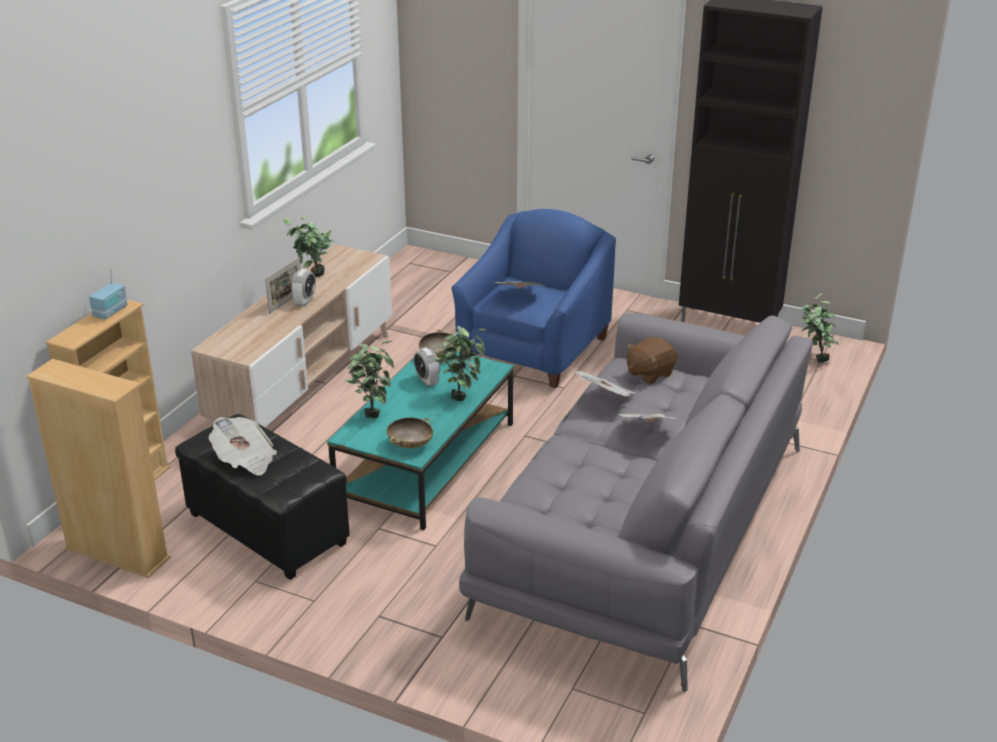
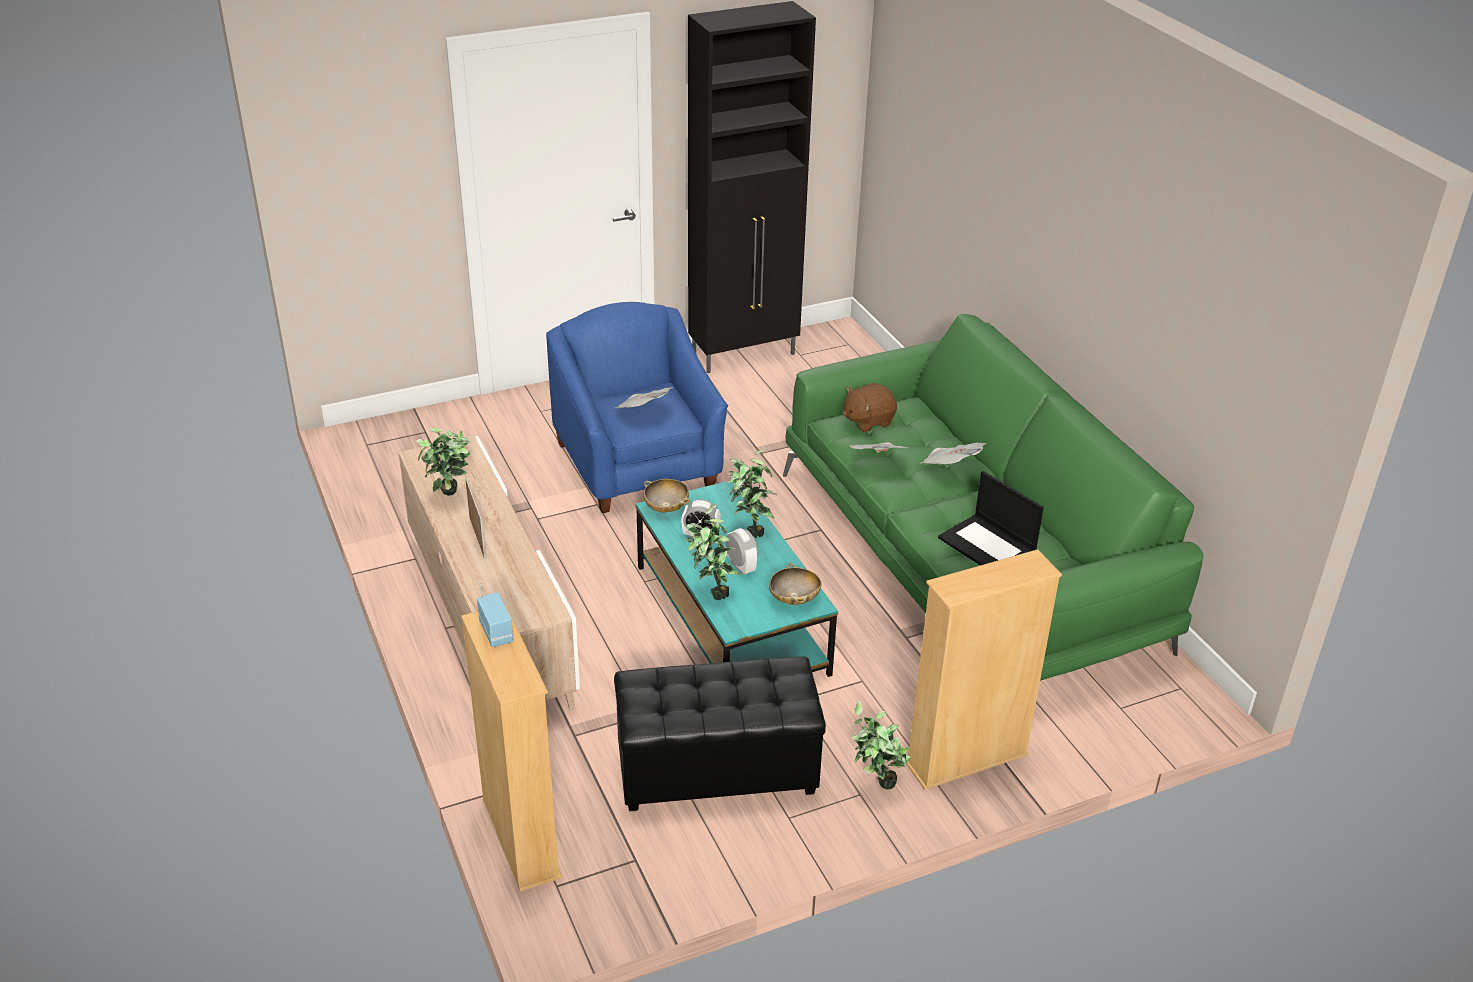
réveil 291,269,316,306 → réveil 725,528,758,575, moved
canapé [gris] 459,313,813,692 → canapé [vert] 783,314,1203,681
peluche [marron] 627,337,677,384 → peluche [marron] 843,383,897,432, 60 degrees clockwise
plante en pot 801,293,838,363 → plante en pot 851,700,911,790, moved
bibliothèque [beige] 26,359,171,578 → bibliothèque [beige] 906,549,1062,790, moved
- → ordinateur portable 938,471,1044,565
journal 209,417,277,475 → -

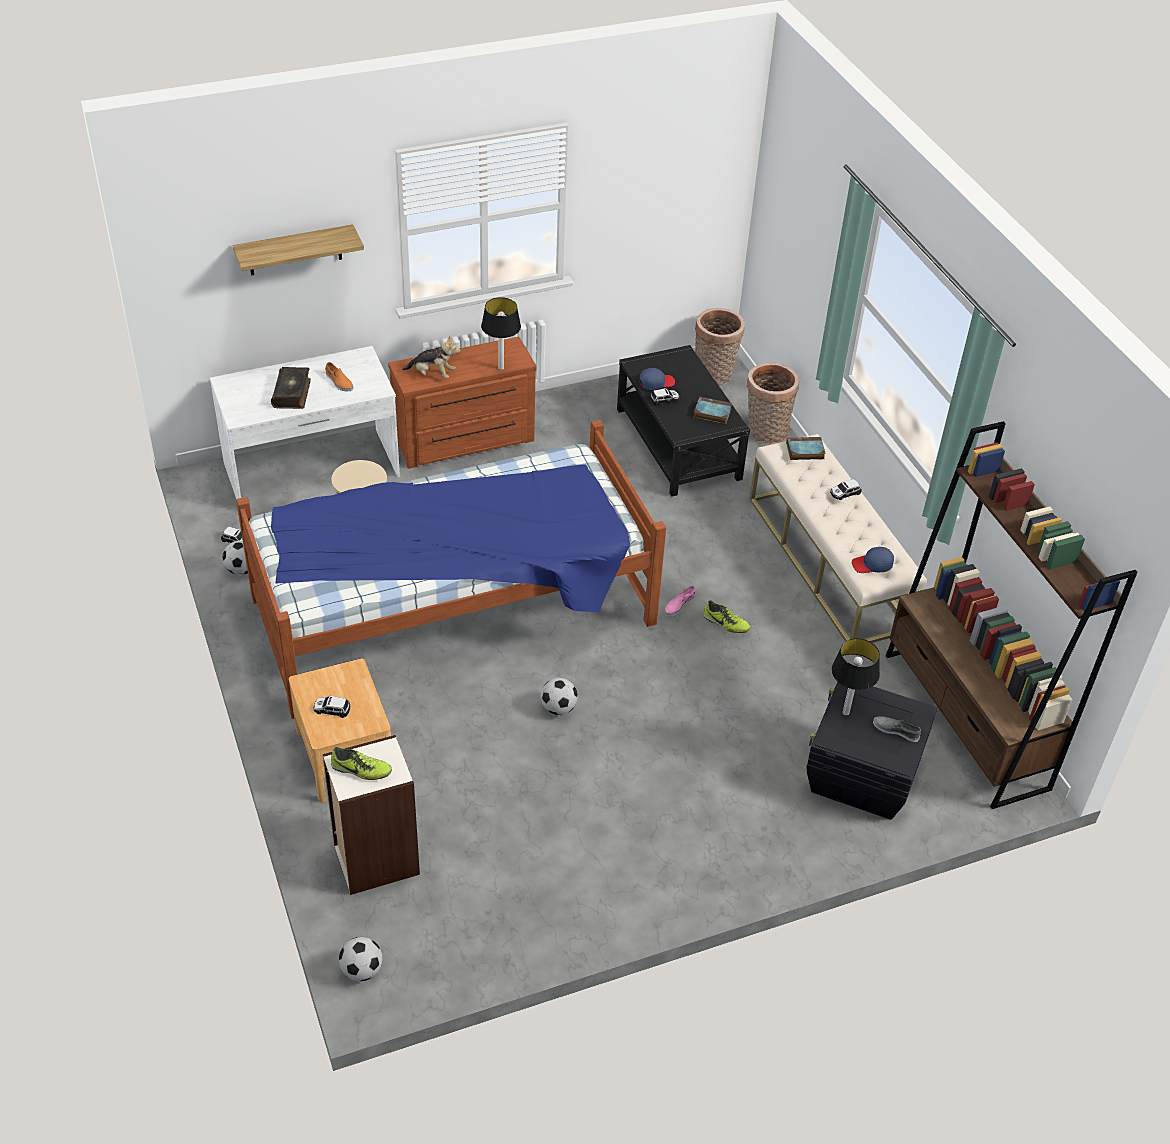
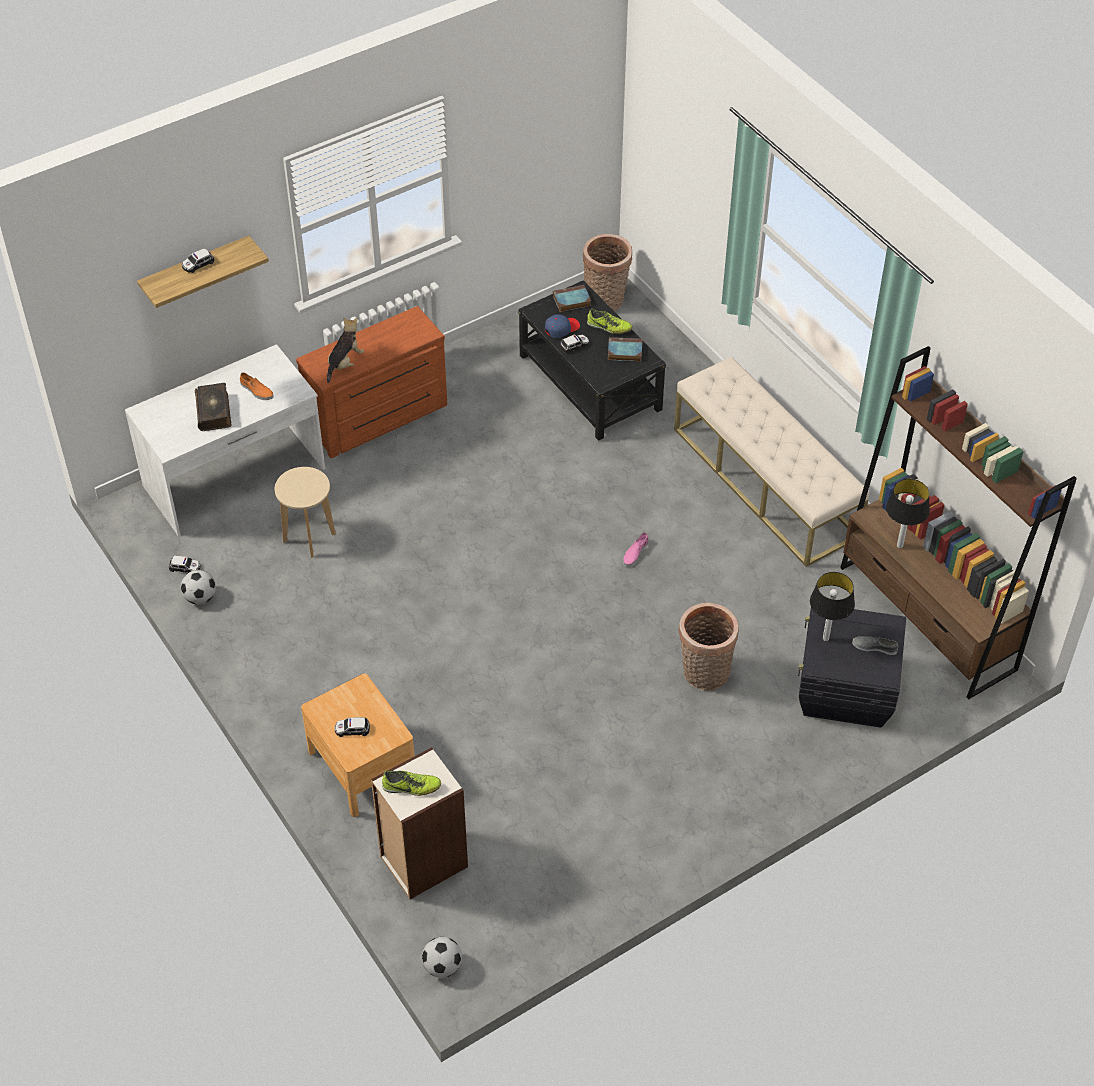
petite voiture 830,479,862,500 → petite voiture 182,248,214,273, moved
peluche 403,335,460,378 → peluche 327,318,364,383, 60 degrees counterclockwise
livre 786,437,826,460 → livre 553,285,591,312, moved
chaussure 703,600,750,633 → chaussure 587,308,632,334, moved
panier 747,362,799,444 → panier 679,603,739,691, moved
lampe de table 481,297,521,370 → lampe de table 886,479,930,549, moved
lit 236,420,666,719 → -
ballon de foot 541,678,578,715 → -
casquette [bleu] 852,547,894,573 → -

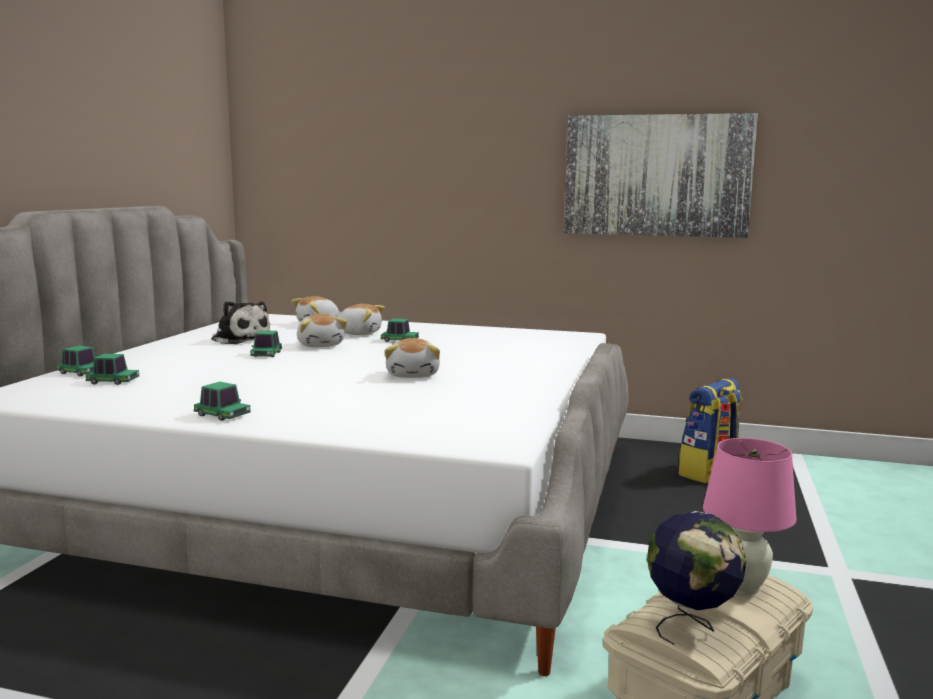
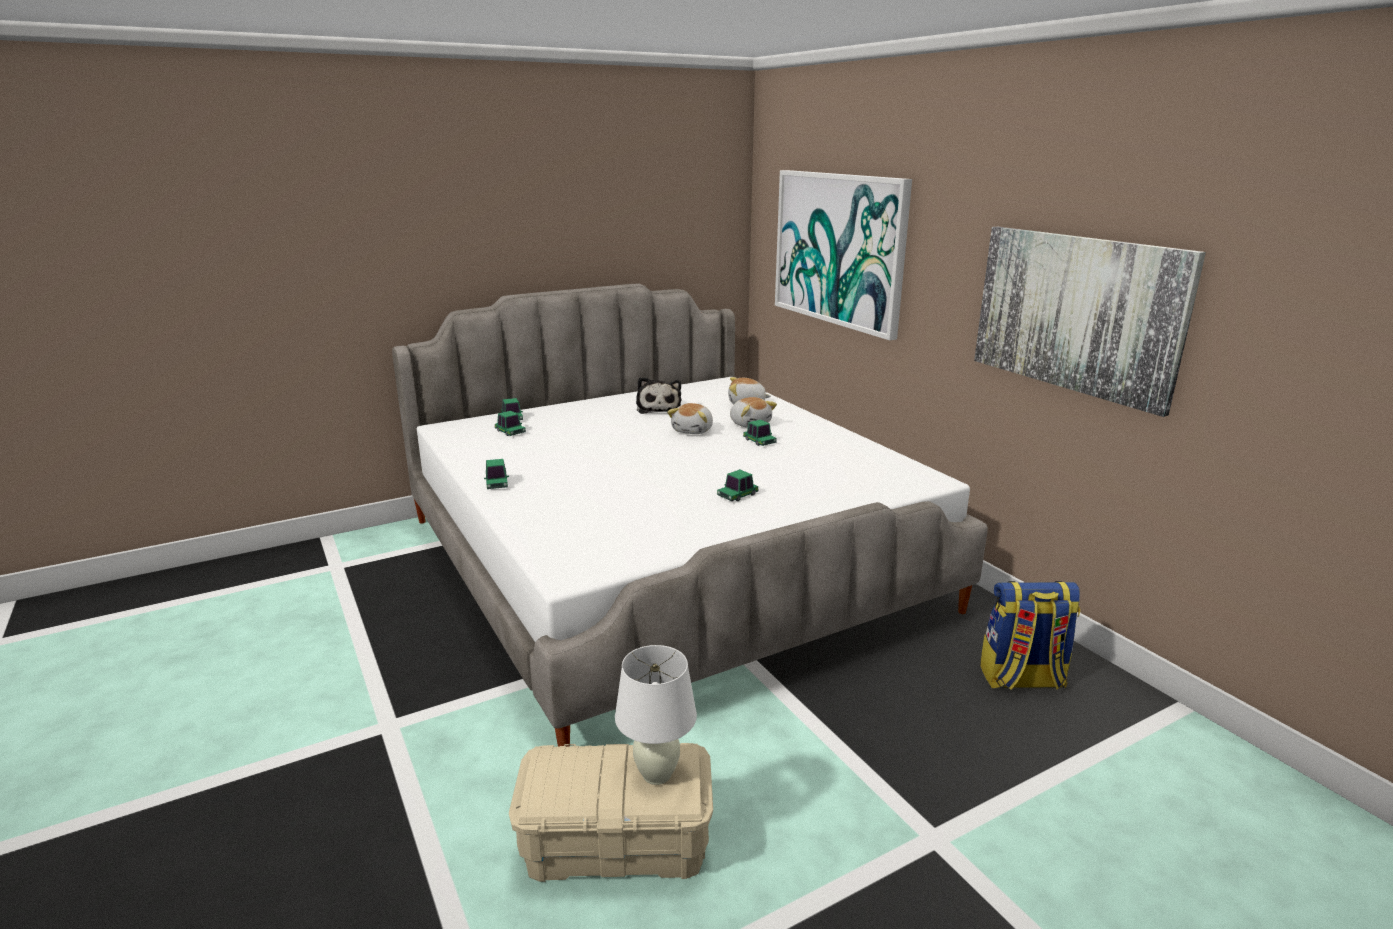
lampe de table [rose] 703,438,797,595 → lampe de table [blanc] 615,645,697,785
petite voiture 250,330,282,357 → petite voiture 717,469,759,501, moved
- → tableau 775,170,912,340
peluche 385,338,440,378 → -
globe 647,511,746,645 → -

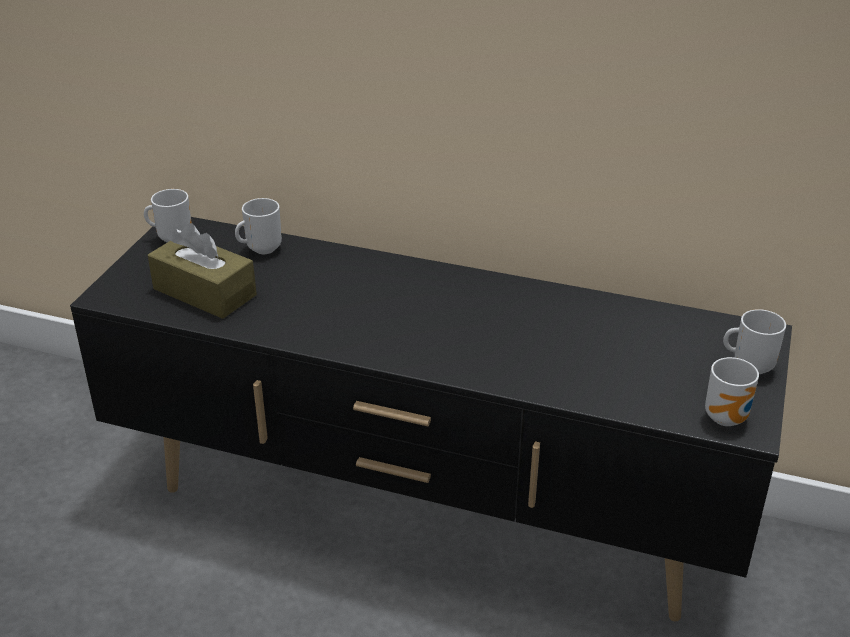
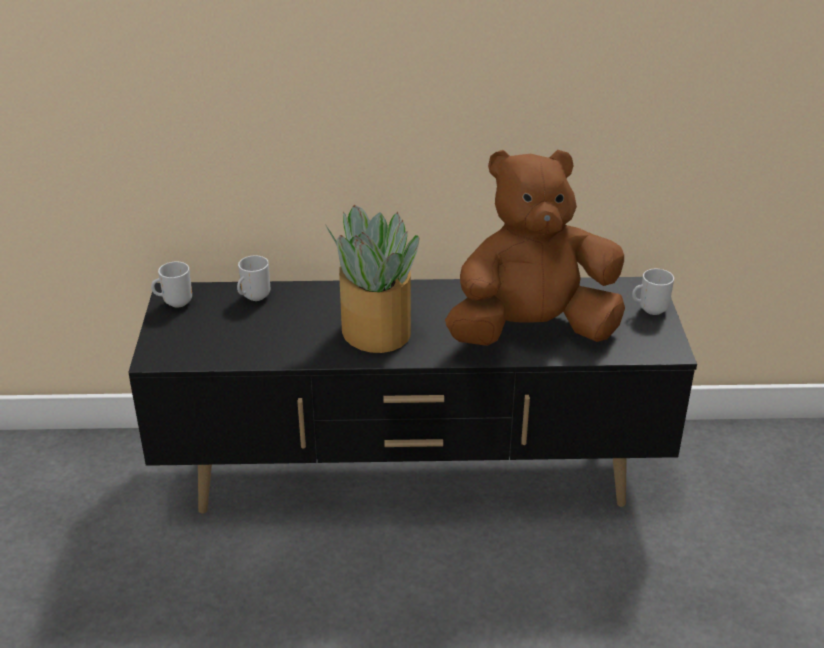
- → plante en pot 326,205,420,353
- → peluche [marron] 445,150,625,346
boîte à mouchoirs [marron] 148,223,257,319 → -
mug 705,357,759,426 → -

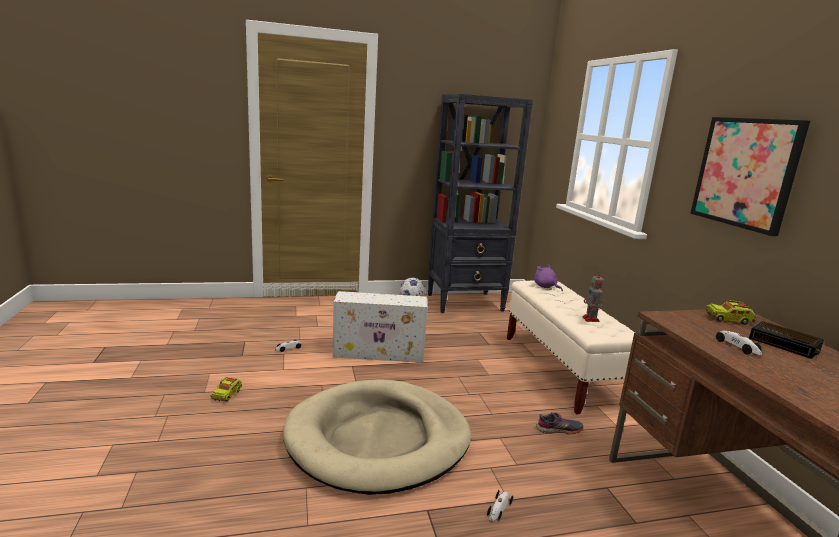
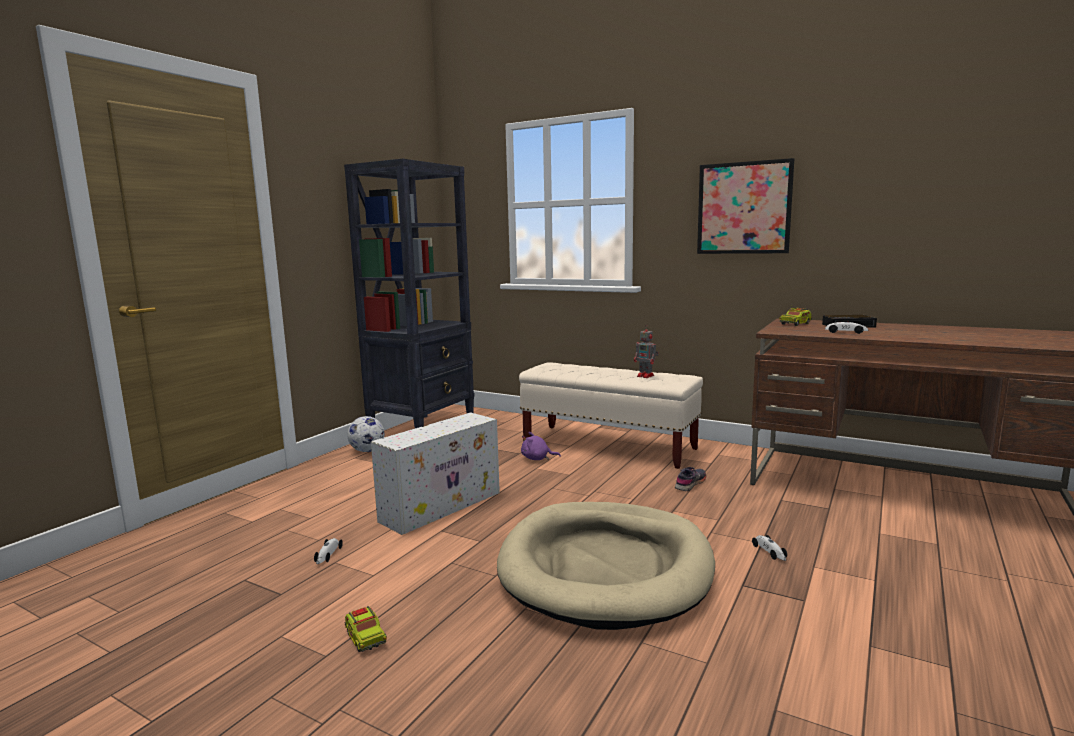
peluche [violet] 534,264,563,291 → peluche [violet] 521,432,561,460, moved

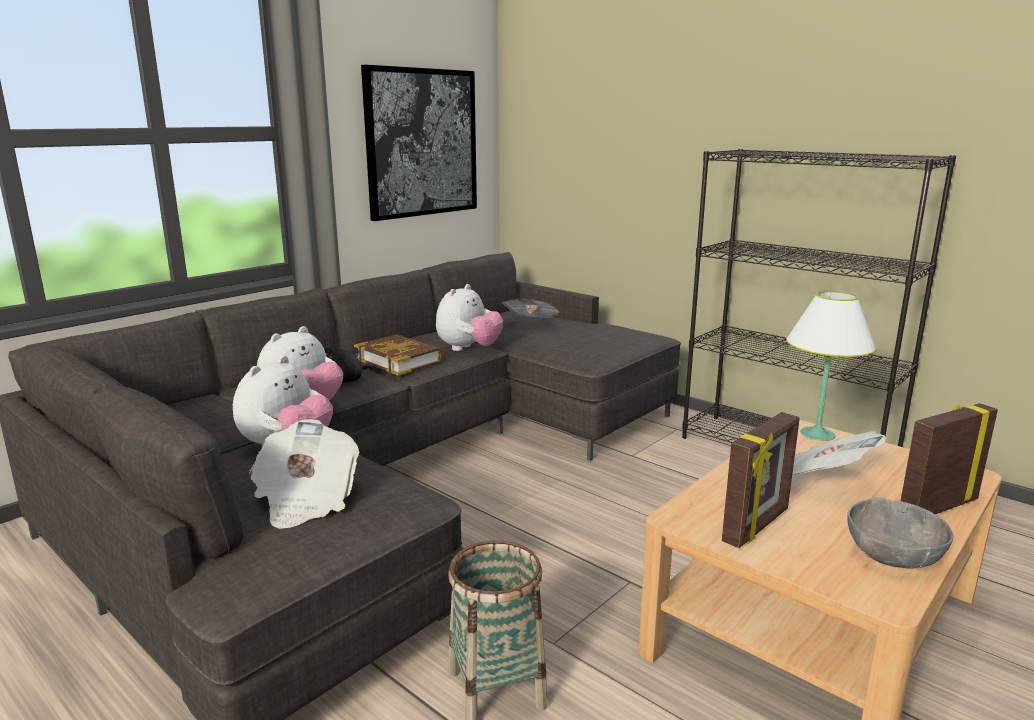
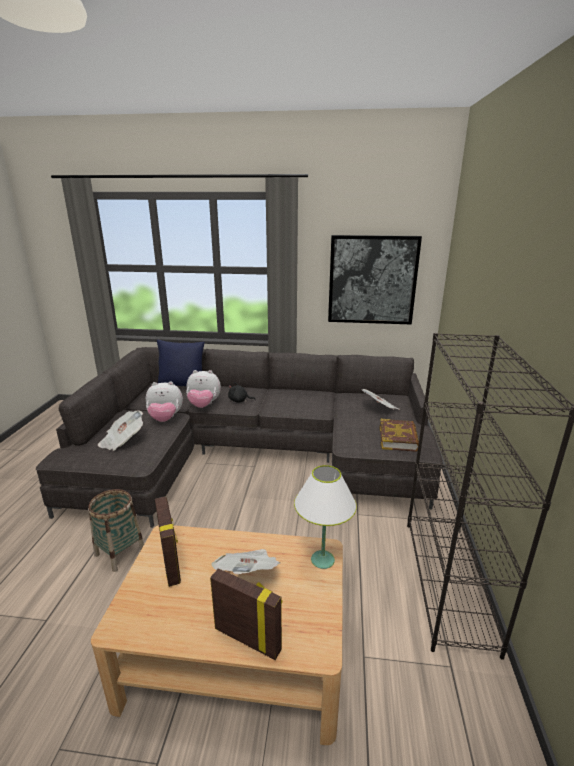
cadre photo 722,412,799,548 → cadre photo 155,496,181,587, 120 degrees counterclockwise
- → coussin [bleu] 157,340,205,386
livre 354,334,443,376 → livre 379,419,419,452, moved
peluche 436,284,503,351 → -
bol [gris] 847,498,954,569 → -

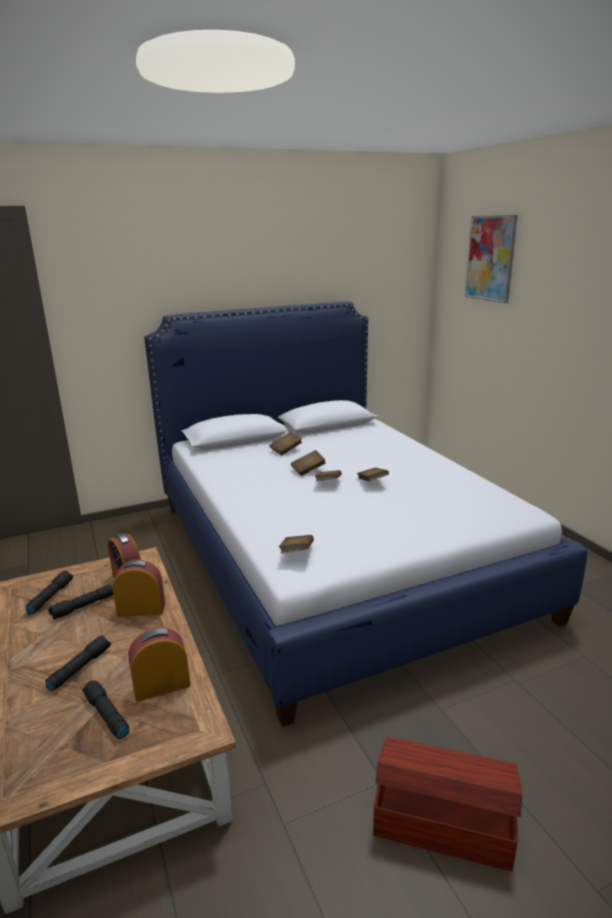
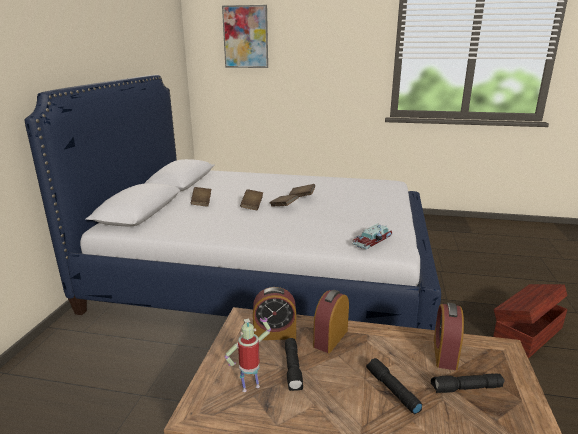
lampe de poche [noir] 25,571,73,614 → robot jouet 225,317,271,392
livre [marron] 279,535,314,554 → petite voiture 352,223,392,249

